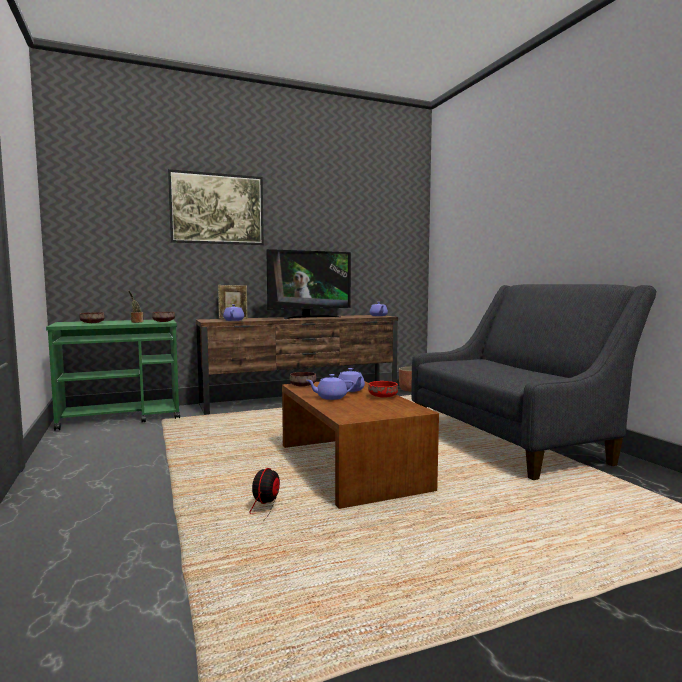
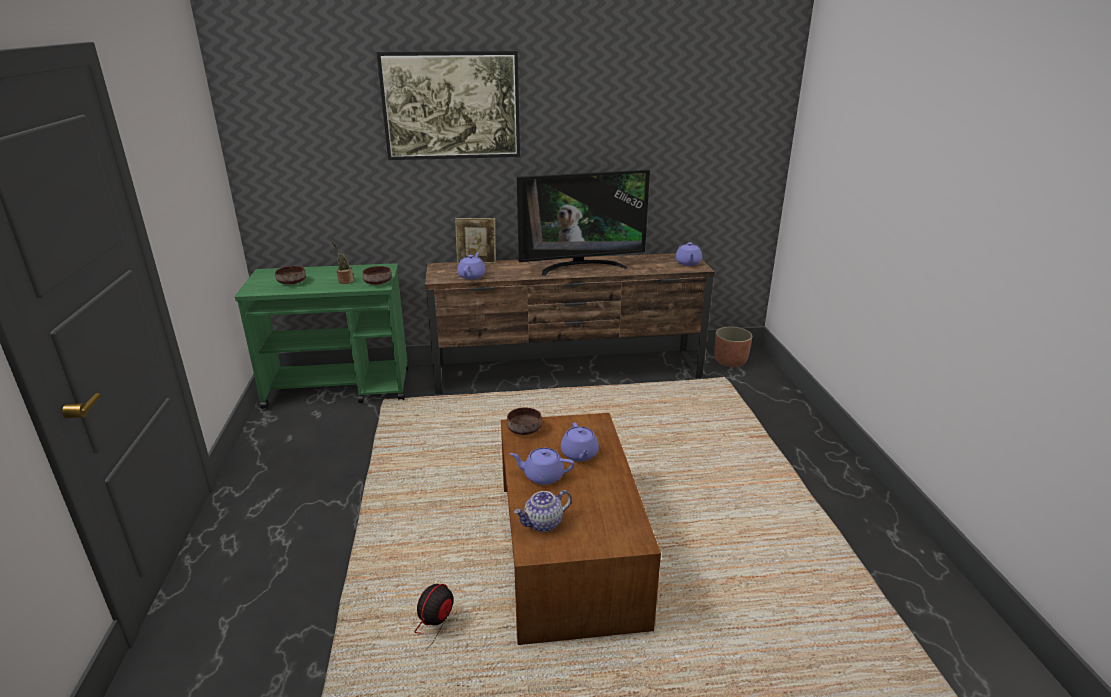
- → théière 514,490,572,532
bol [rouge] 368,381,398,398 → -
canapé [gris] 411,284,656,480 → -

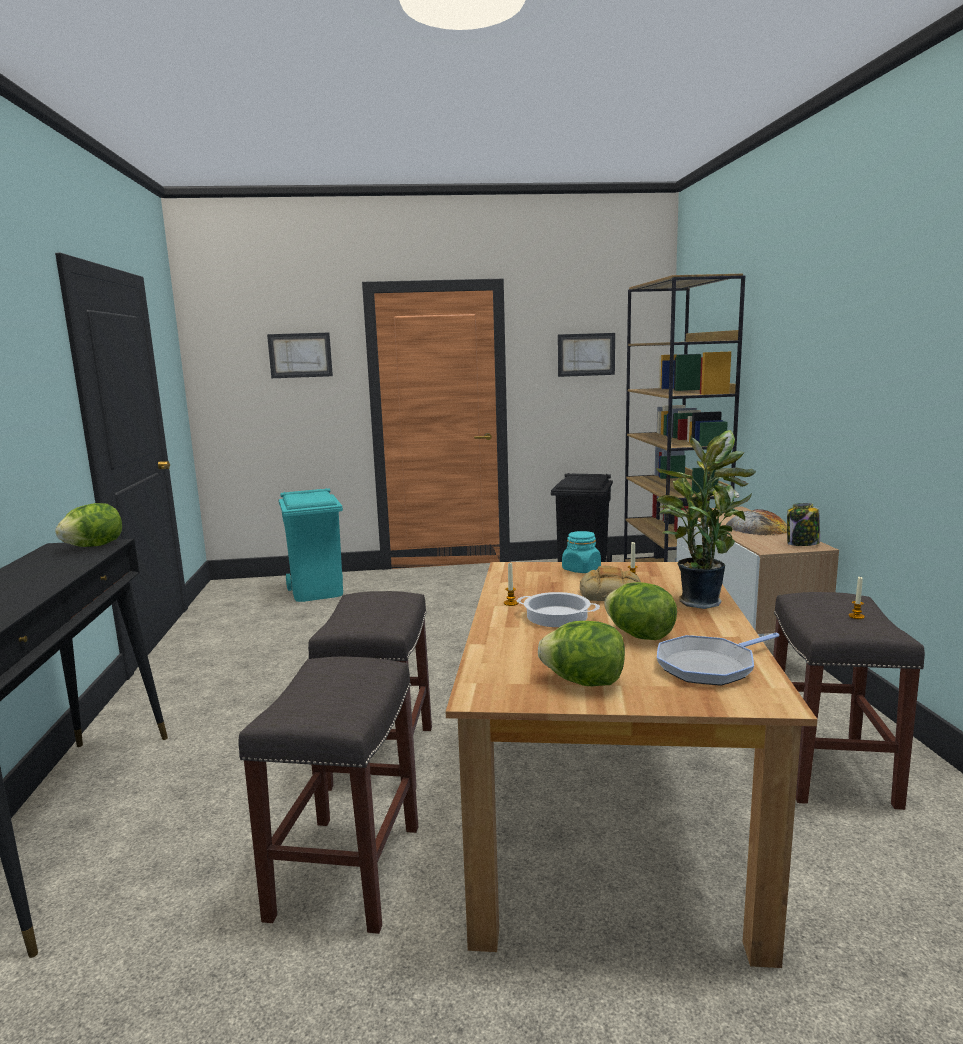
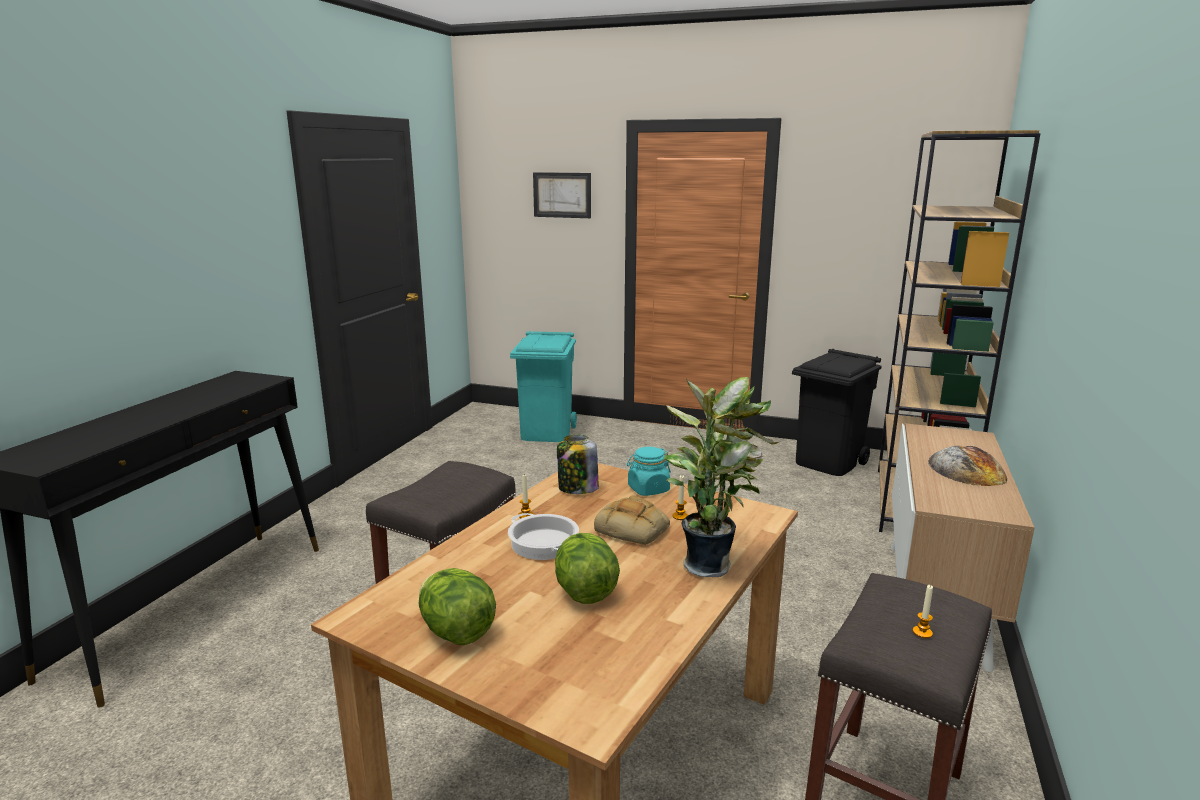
bocal 787,503,820,546 → bocal 557,435,599,494, moved
laitue 55,503,122,547 → -
tabouret [gris] 238,657,418,934 → -
tableau 558,333,615,377 → -
poêle 657,633,780,686 → -

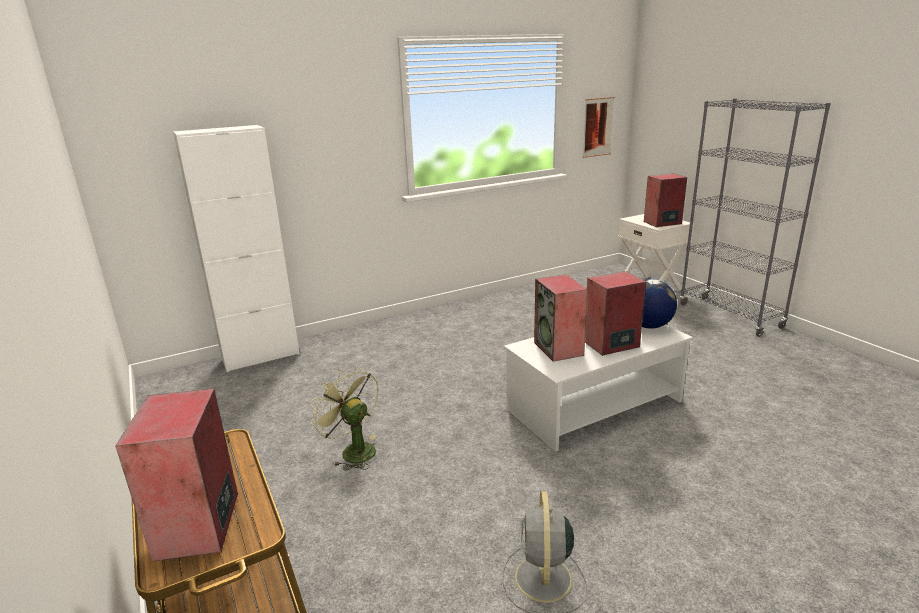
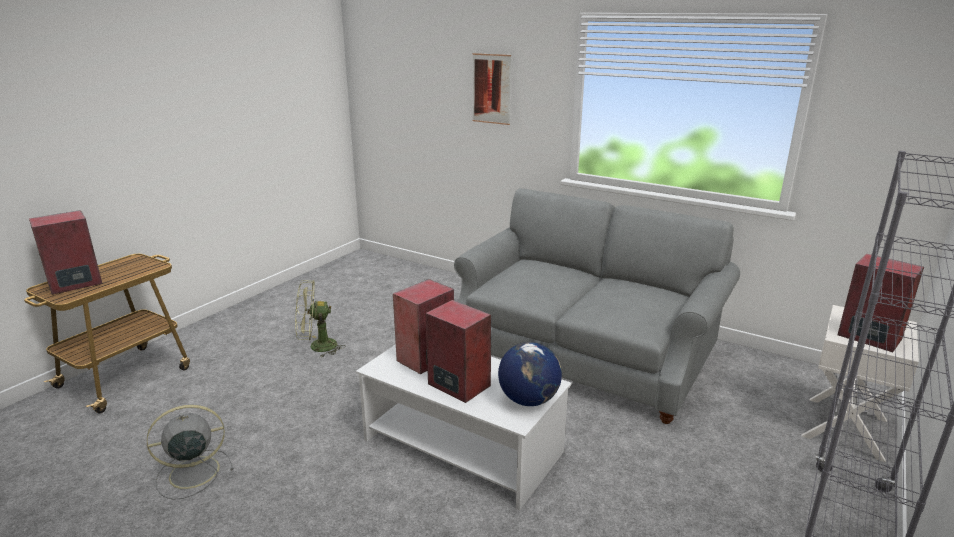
ventilateur [vert] 309,367,379,471 → ventilateur [vert] 295,280,346,358, 120 degrees counterclockwise
- → canapé [gris] 454,188,740,424
tableau 582,97,615,158 → tableau 472,53,511,125, moved
meuble de rangement [blanc] 173,125,300,372 → -

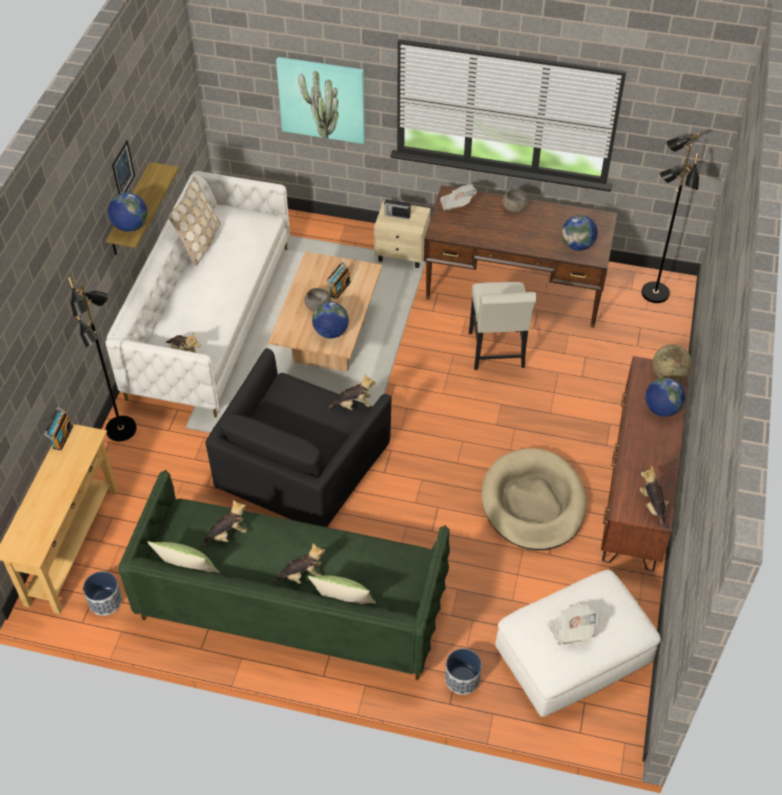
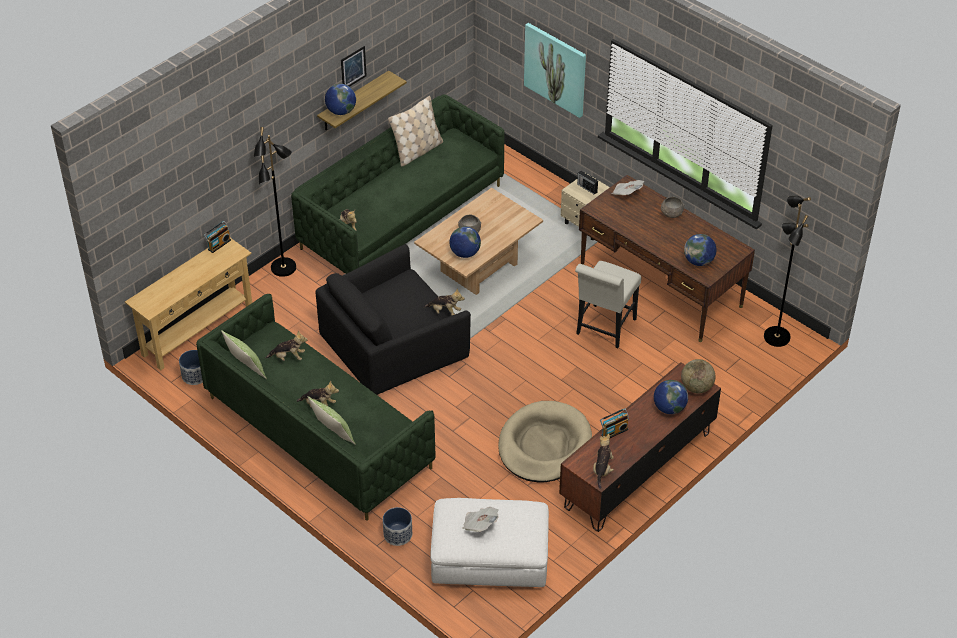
canapé [blanc] 105,171,290,417 → canapé [vert] 291,94,505,274
radio 326,262,351,299 → radio 600,408,629,438, moved

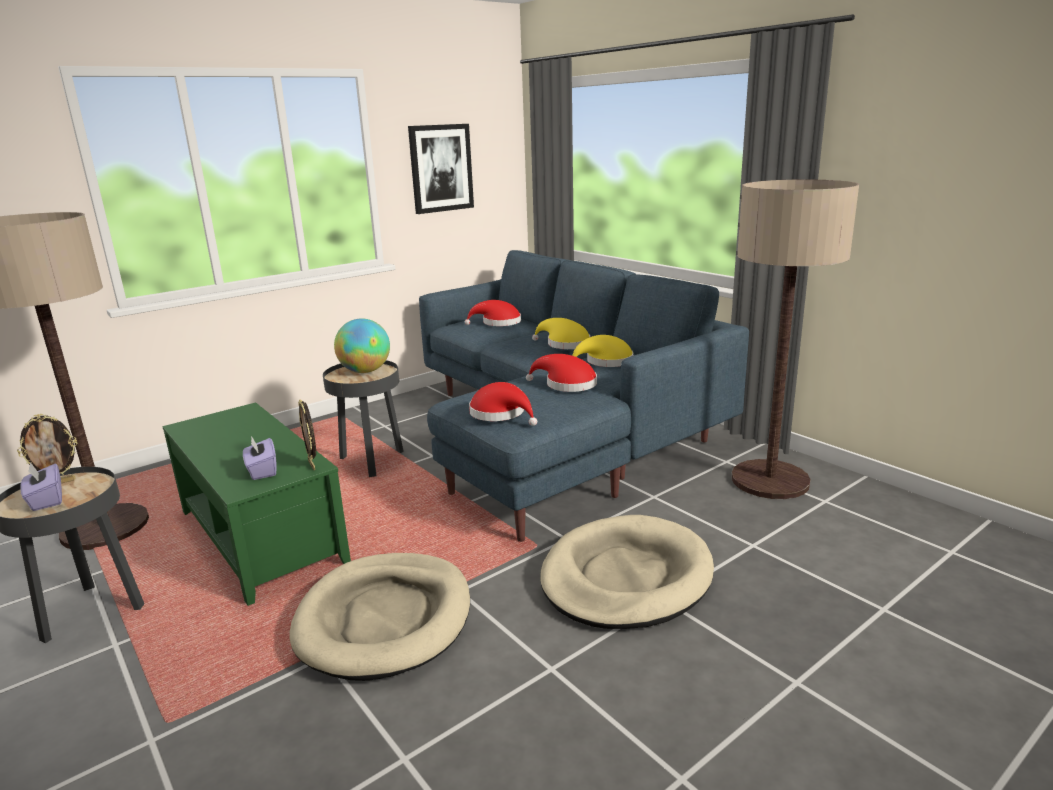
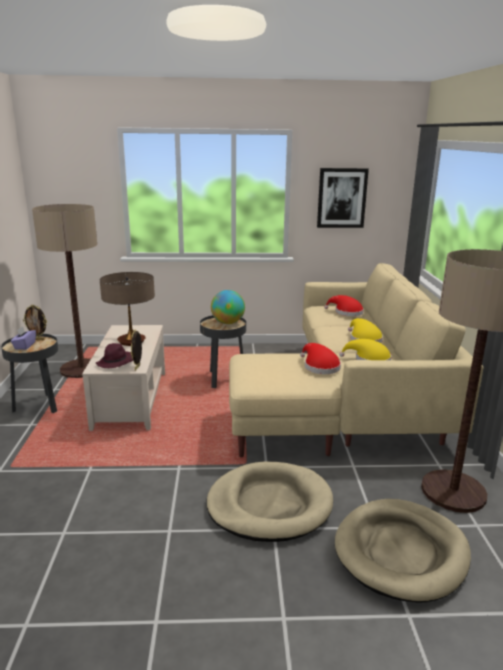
table basse [vert] 162,402,351,606 → table basse [beige] 82,325,165,431
boîte à mouchoirs [violet] 243,436,276,480 → chapeau [violet] 96,343,133,368
- → lampe de table 100,272,155,346
canapé [bleu] 419,250,749,542 → canapé [beige] 229,263,484,457
panier pour chien [beige] 290,553,470,681 → panier pour chien [beige] 335,499,471,603, moved
chapeau [rouge] 469,382,537,426 → -

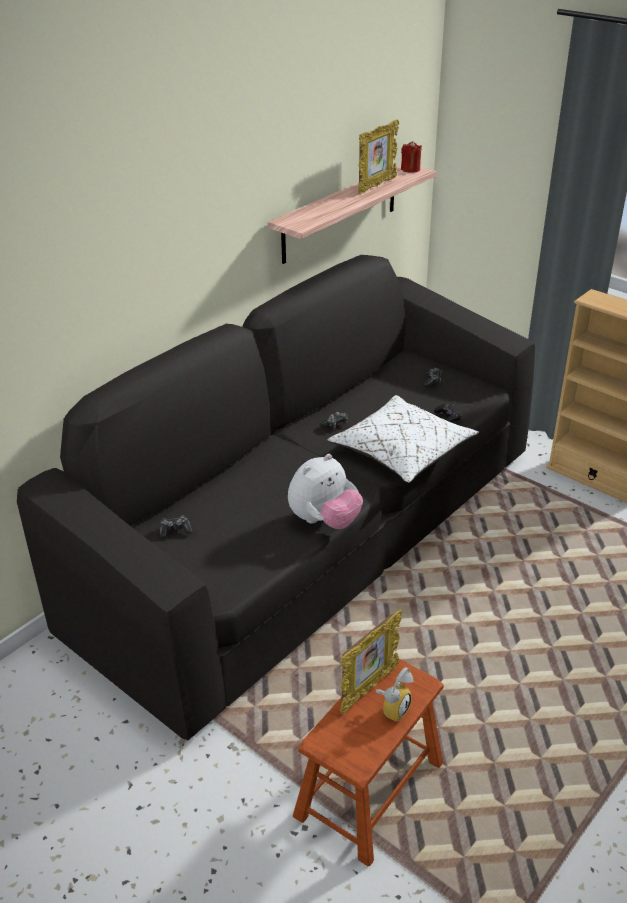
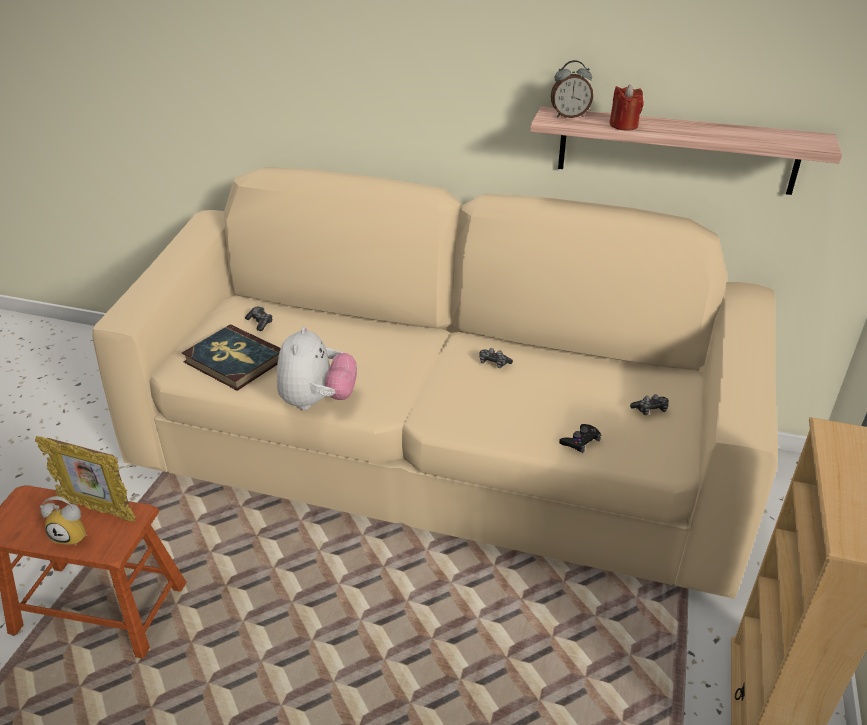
canapé [noir] 17,255,535,740 → canapé [beige] 93,167,778,599
- → livre 182,325,281,391
peluche 288,454,363,529 → peluche 277,326,357,410, 105 degrees counterclockwise
- → réveil 551,60,593,118
bougie [rouge] 401,141,422,173 → bougie [rouge] 610,84,643,131, moved
coussin [blanc] 327,395,479,483 → -
cadre photo 358,119,399,194 → -

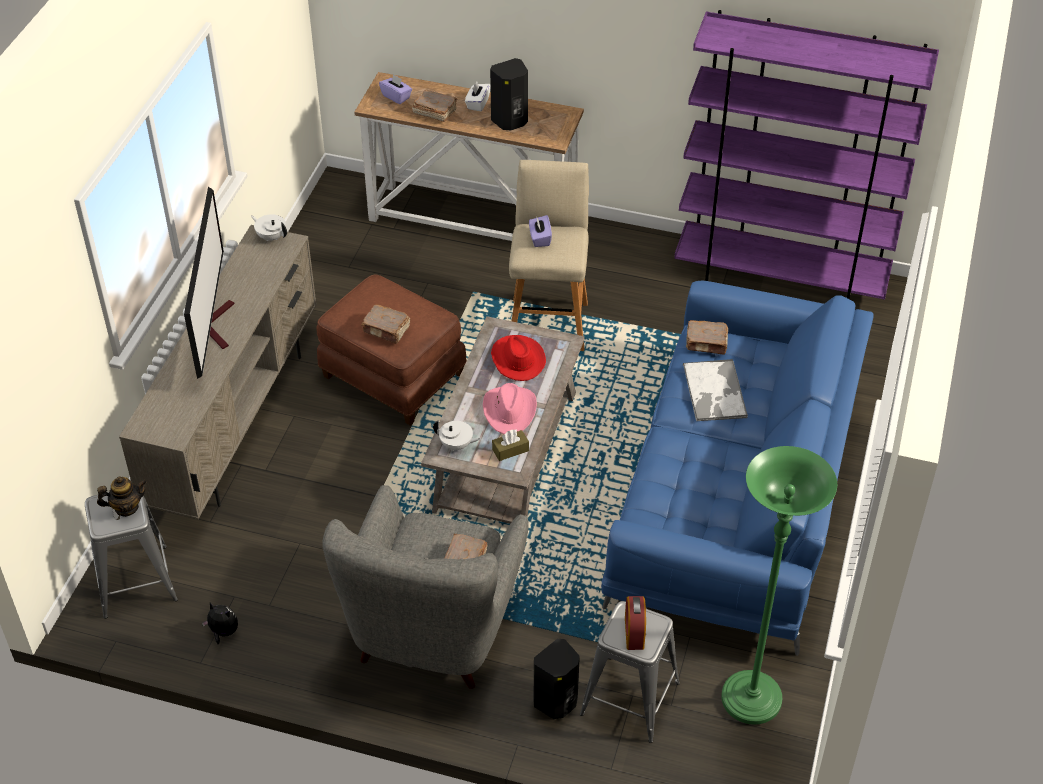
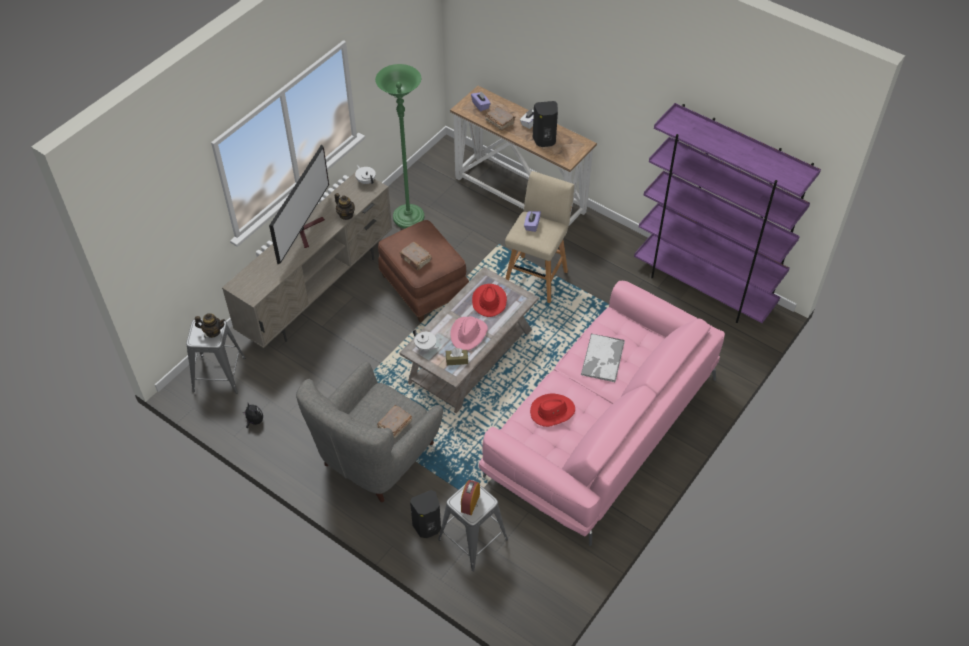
- → théière 335,193,355,220
lampadaire [vert] 721,446,837,725 → lampadaire [vert] 375,64,424,229, moved
canapé [bleu] 601,280,873,656 → canapé [rose] 479,281,725,546
- → chapeau [rouge] 530,393,575,427
livre [marron] 686,320,728,355 → -

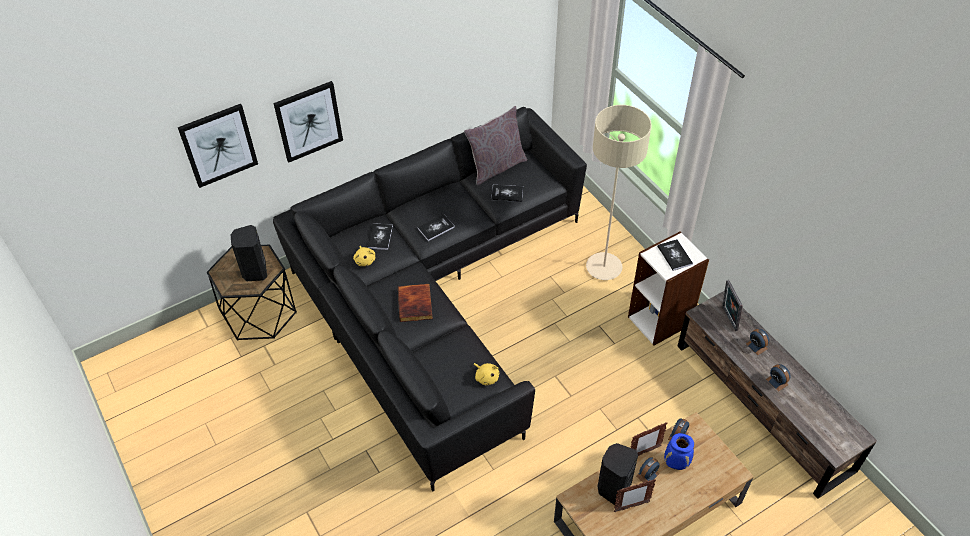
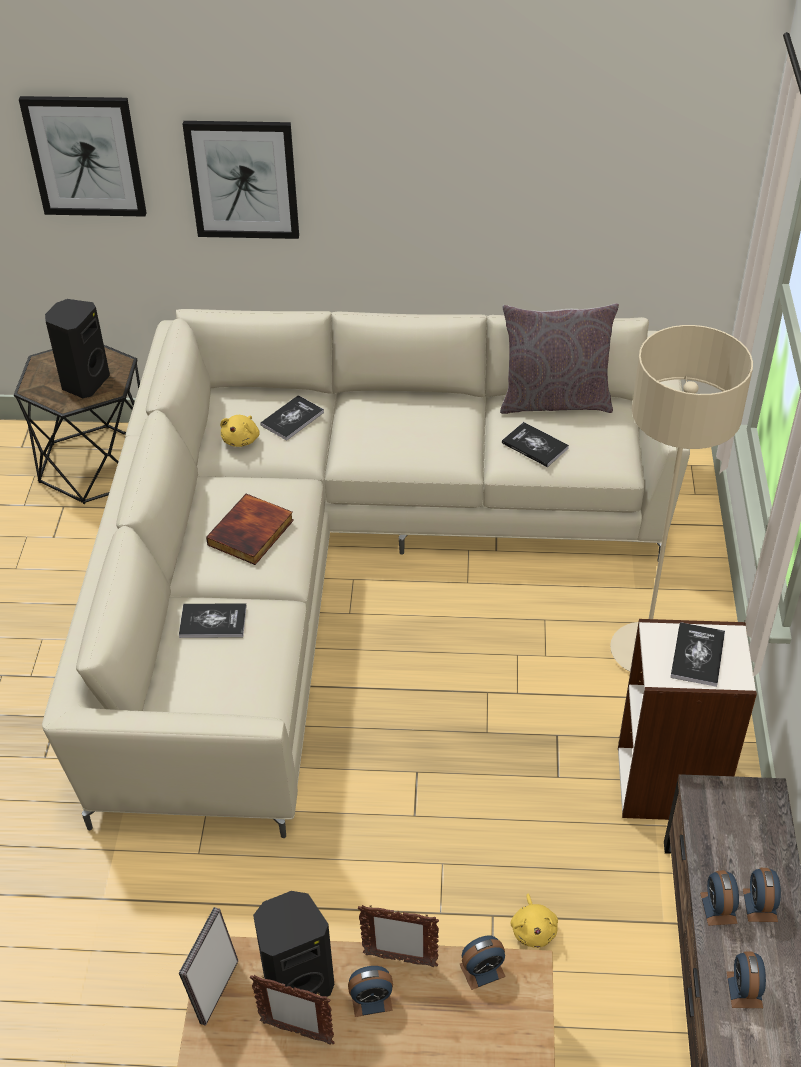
canapé [noir] 273,107,587,491 → canapé [beige] 42,309,690,838
livre 417,214,455,241 → livre 179,603,247,638, moved
cadre photo 722,280,742,331 → cadre photo 179,907,238,1026, moved
peluche [jaune] 474,363,499,386 → peluche [jaune] 511,894,558,948, moved
- → réveil 700,870,739,926
vase [bleu] 664,433,694,470 → -

